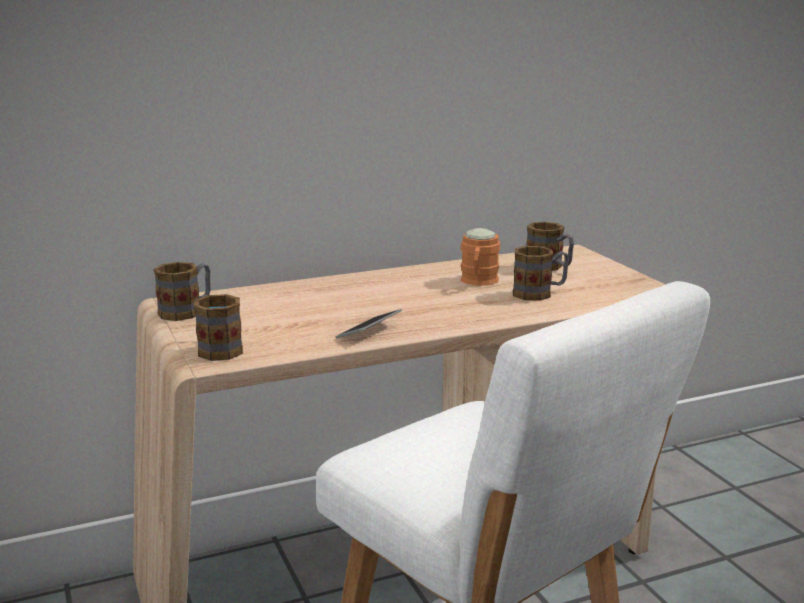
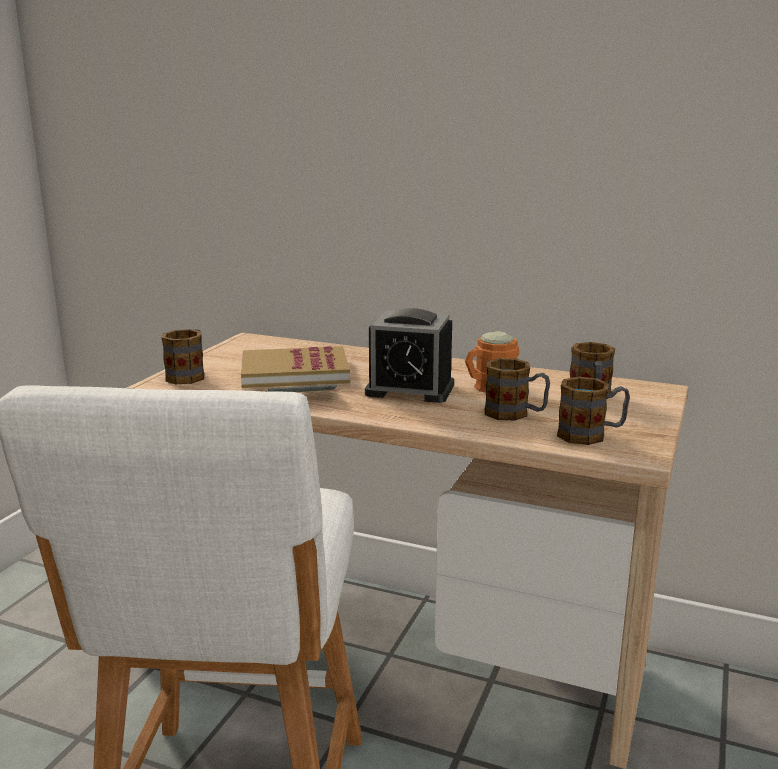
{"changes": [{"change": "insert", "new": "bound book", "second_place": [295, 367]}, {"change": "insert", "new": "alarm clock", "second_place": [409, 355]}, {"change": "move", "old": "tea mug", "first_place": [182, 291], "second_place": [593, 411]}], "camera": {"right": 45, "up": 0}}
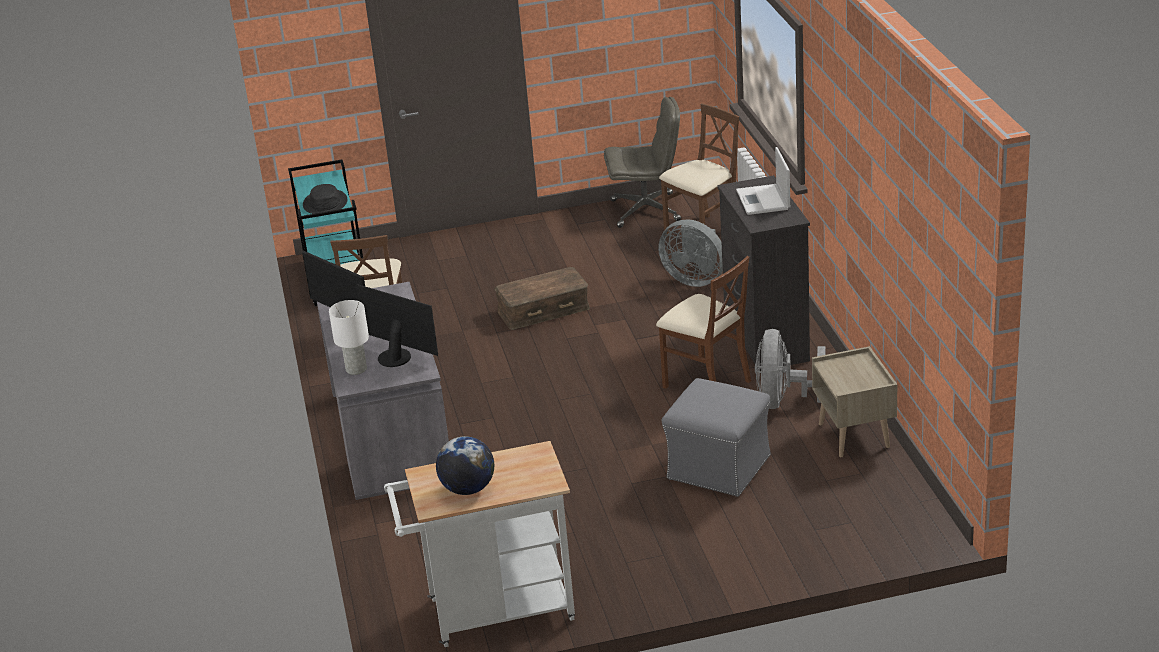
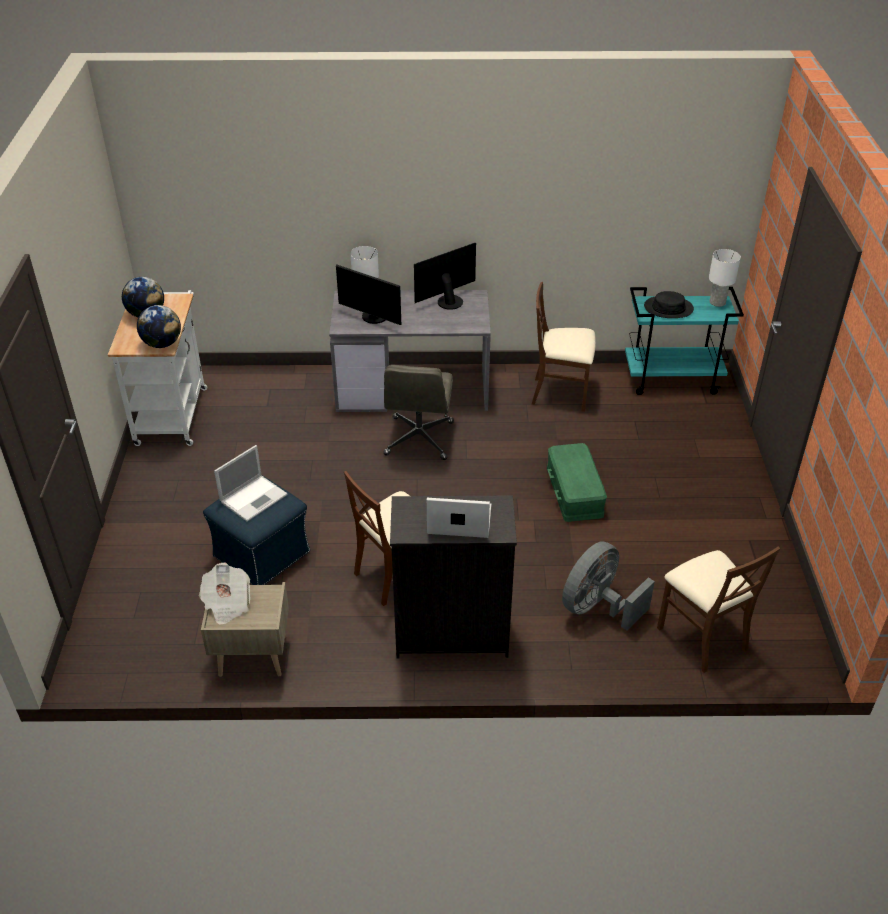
{"changes": [{"change": "insert", "new": "world globe", "second_place": [159, 326]}, {"change": "insert", "new": "newspaper", "second_place": [224, 594]}, {"change": "recolor", "old": "grey pouffe", "new": "blue pouffe", "first_place": [716, 437], "second_place": [256, 530]}, {"change": "insert", "new": "notebook computer", "second_place": [251, 483]}, {"change": "rotate", "old": "computer display", "first_place": [397, 326], "second_place": [368, 294], "degrees": 75}, {"change": "move", "old": "grey computer chair", "first_place": [642, 162], "second_place": [418, 412]}, {"change": "recolor", "old": "brown-coloured storage box", "new": "greenish storage box", "first_place": [542, 298], "second_place": [577, 482]}, {"change": "insert", "new": "white lamp for a table", "second_place": [725, 278]}, {"change": "delete", "old": "grey electric fan", "first_place": [790, 369]}], "camera": {"right": 100, "up": 10}}
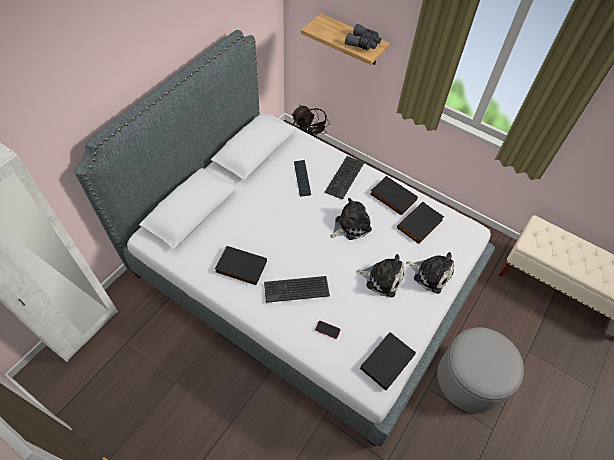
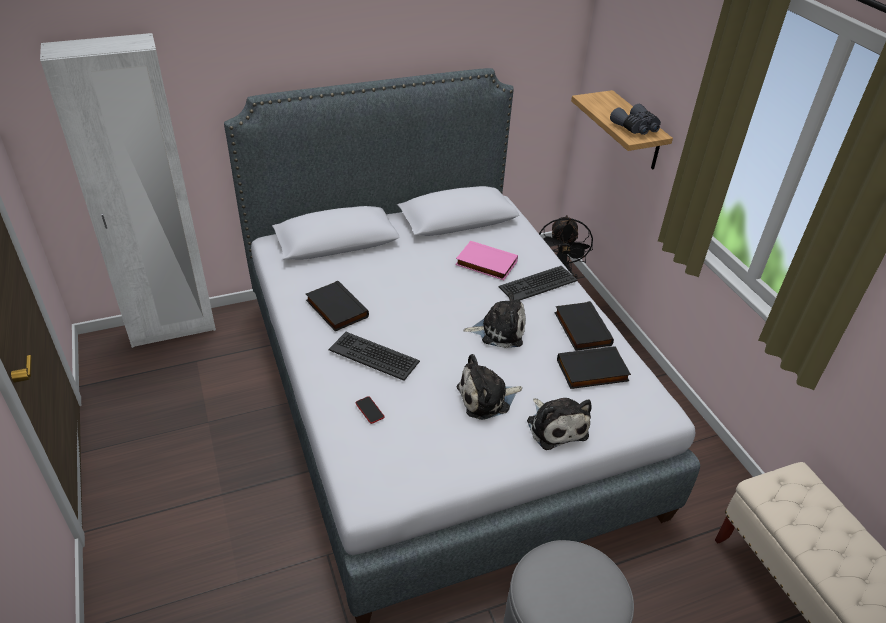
{"changes": [{"change": "replace", "old": "keyboard", "new": "pinkish bound book", "first_place": [302, 178], "second_place": [486, 260]}, {"change": "rotate", "old": "plush toy", "first_place": [380, 275], "second_place": [489, 387], "degrees": 105}, {"change": "delete", "old": "blackish bound book", "first_place": [388, 361]}], "camera": {"right": 35, "up": -15}}
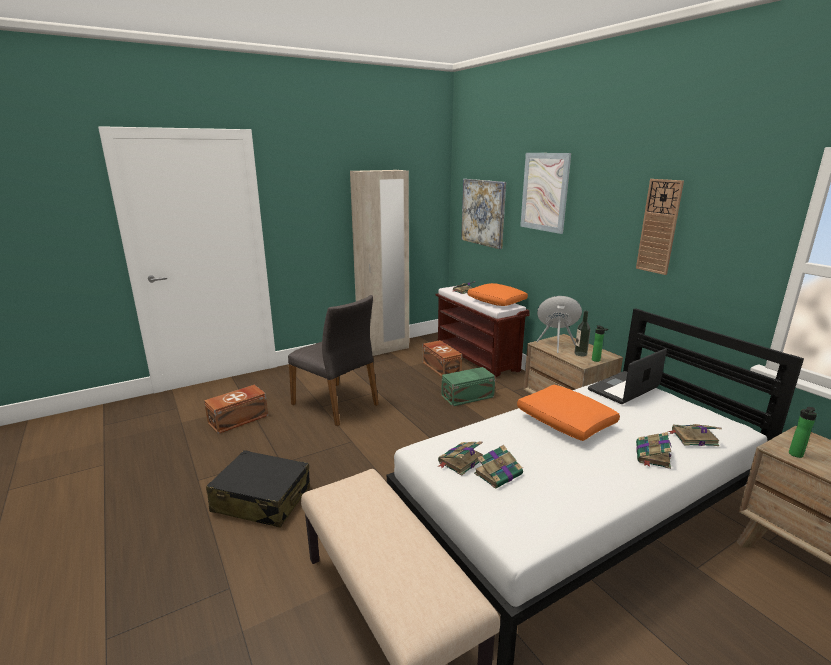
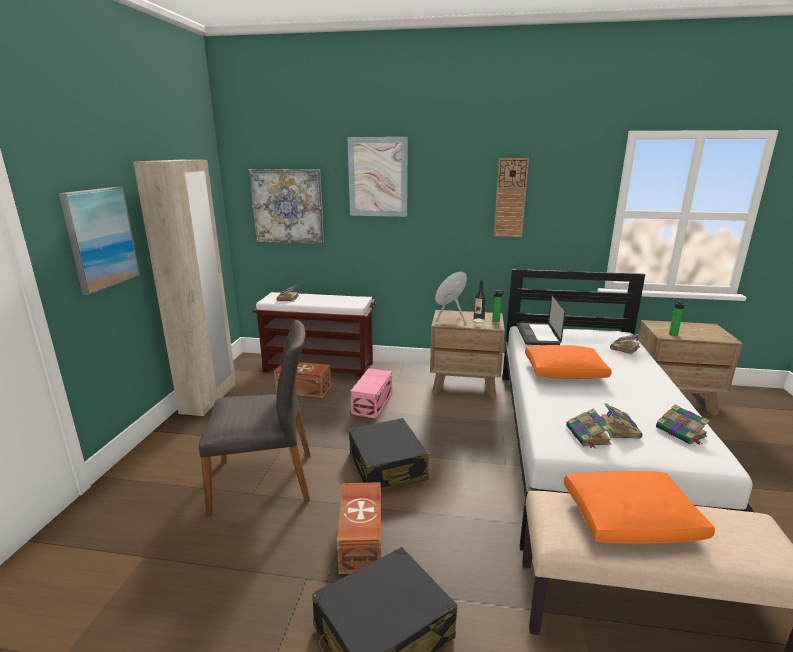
{"changes": [{"change": "insert", "new": "wall art", "second_place": [99, 241]}, {"change": "move", "old": "brown-coloured storage box", "first_place": [236, 409], "second_place": [359, 528]}, {"change": "insert", "new": "blackish suitcase", "second_place": [389, 454]}, {"change": "recolor", "old": "greenish storage box", "new": "pinkish storage box", "first_place": [468, 387], "second_place": [371, 393]}, {"change": "move", "old": "orange throw pillow", "first_place": [497, 294], "second_place": [639, 507]}, {"change": "move", "old": "bound book", "first_place": [654, 450], "second_place": [683, 425]}], "camera": {"right": -50, "up": 0}}
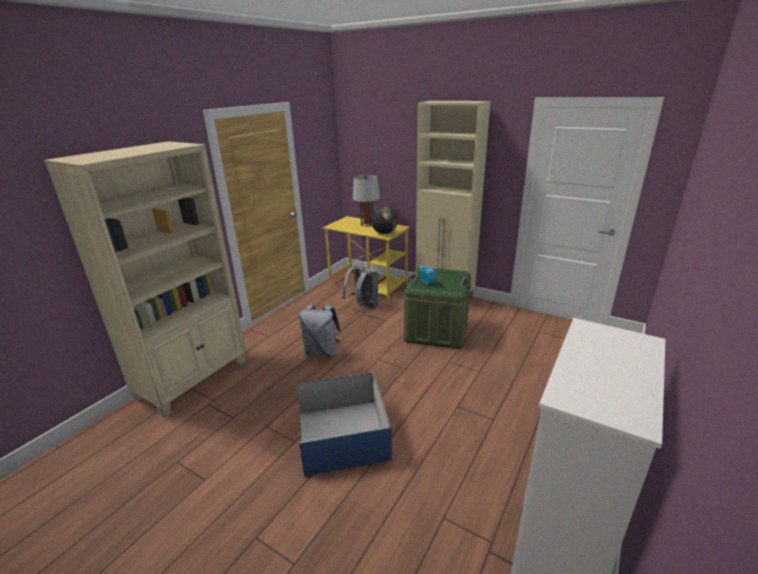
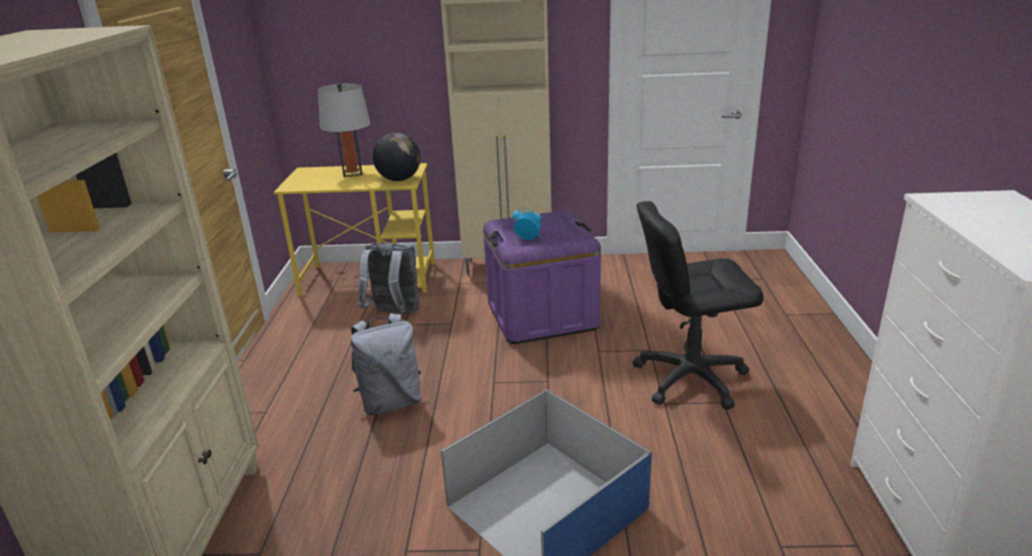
{"changes": [{"change": "recolor", "old": "greenish storage box", "new": "purplish storage box", "first_place": [437, 308], "second_place": [542, 277]}, {"change": "insert", "new": "blackish computer chair", "second_place": [698, 305]}], "camera": {"right": -30, "up": 0}}
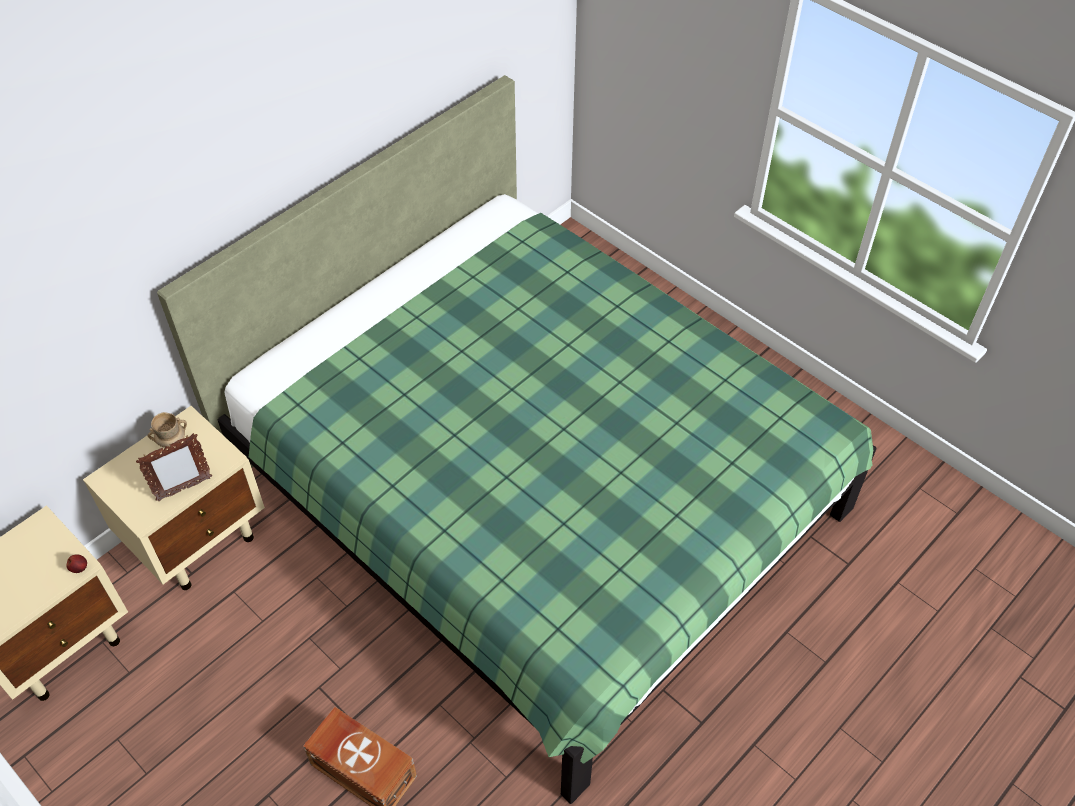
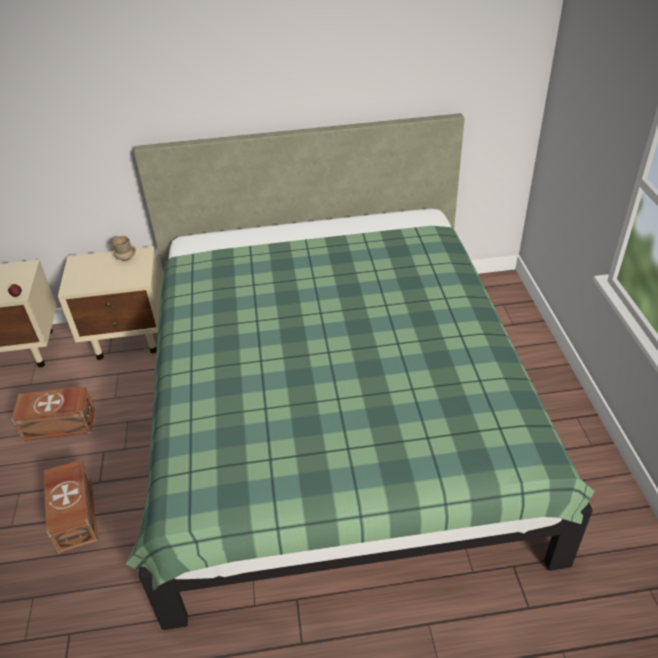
{"changes": [{"change": "insert", "new": "brown-coloured storage box", "second_place": [53, 413]}, {"change": "delete", "old": "photo frame", "first_place": [174, 467]}], "camera": {"right": 40, "up": -10}}
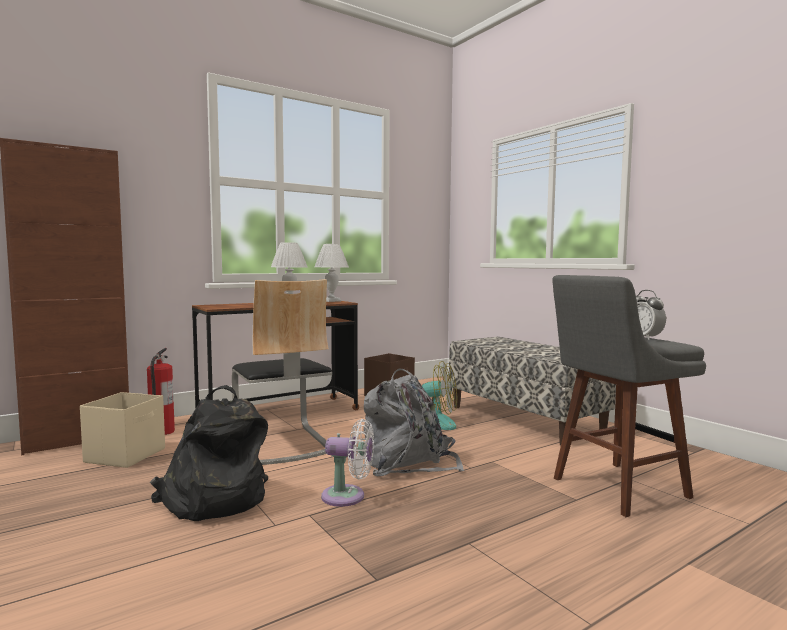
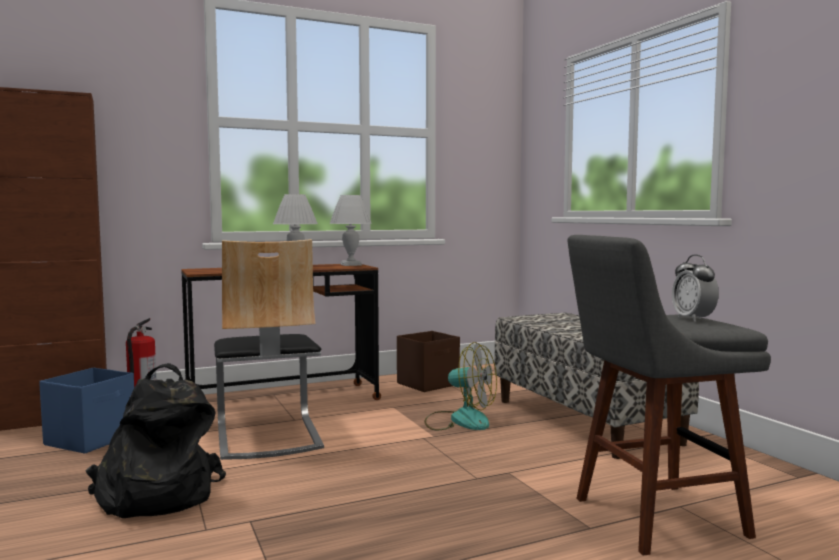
{"changes": [{"change": "recolor", "old": "beige storage box", "new": "blue storage box", "first_place": [122, 430], "second_place": [86, 411]}, {"change": "delete", "old": "white electric fan", "first_place": [347, 463]}, {"change": "delete", "old": "grey backpack", "first_place": [413, 422]}], "camera": {"right": 10, "up": 0}}
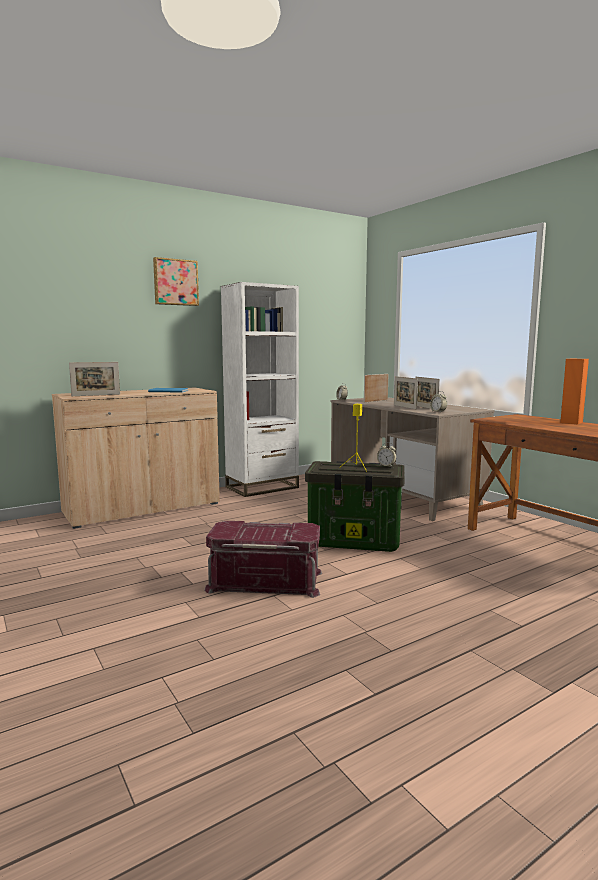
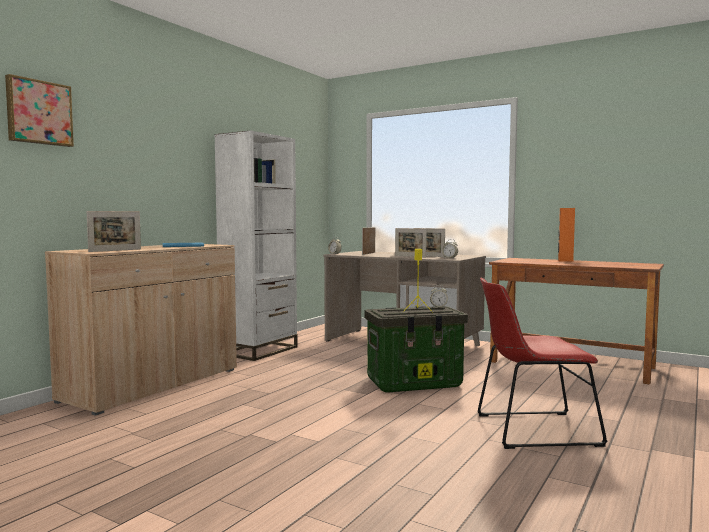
{"changes": [{"change": "move", "old": "wall art", "first_place": [176, 281], "second_place": [39, 110]}, {"change": "insert", "new": "red plain chair", "second_place": [542, 363]}, {"change": "delete", "old": "red storage box", "first_place": [263, 559]}], "camera": {"right": -25, "up": -5}}
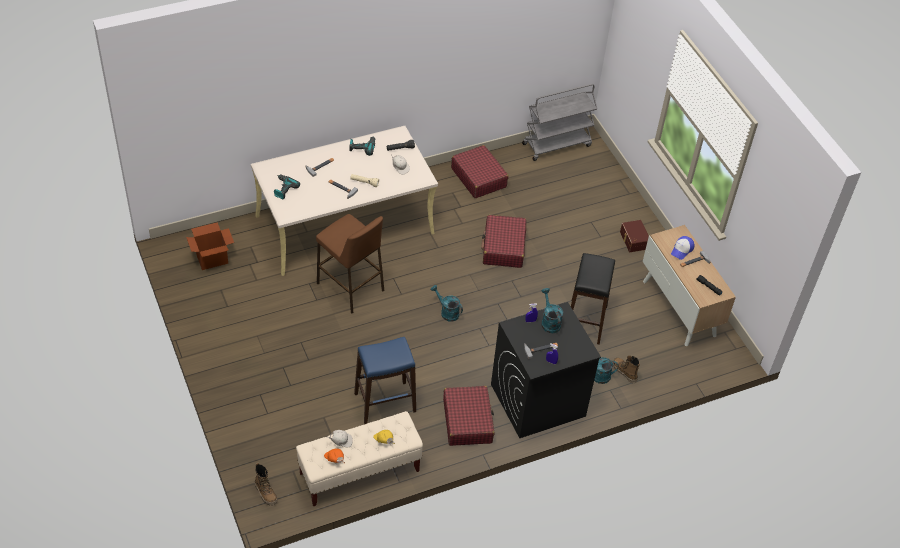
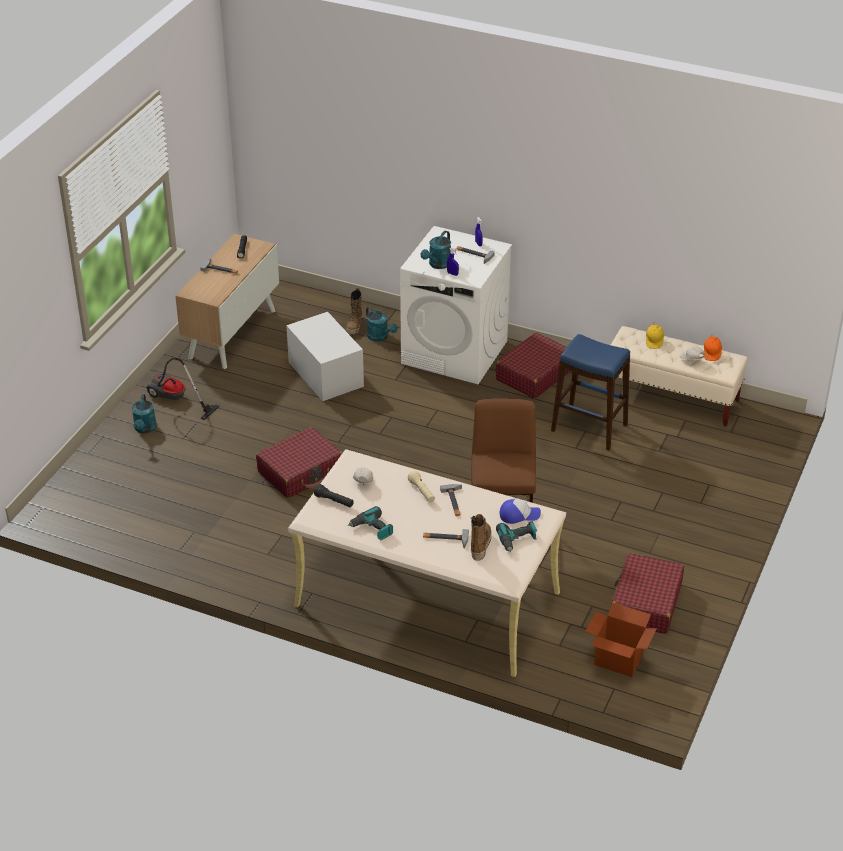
{"changes": [{"change": "move", "old": "turquoise sprinkling can", "first_place": [447, 303], "second_place": [144, 414]}, {"change": "replace", "old": "brown-coloured storage box", "new": "hoover", "first_place": [634, 236], "second_place": [183, 388]}, {"change": "replace", "old": "blackish stool seat", "new": "white storage box", "first_place": [593, 299], "second_place": [325, 356]}, {"change": "recolor", "old": "blackish washing machine", "new": "white washing machine", "first_place": [546, 370], "second_place": [456, 305]}, {"change": "move", "old": "high-top boot", "first_place": [266, 484], "second_place": [481, 537]}, {"change": "move", "old": "baseball cap", "first_place": [683, 248], "second_place": [520, 511]}, {"change": "move", "old": "red suitcase", "first_place": [480, 171], "second_place": [648, 593]}, {"change": "delete", "old": "grey cart", "first_place": [560, 122]}], "camera": {"right": -130, "up": -10}}
